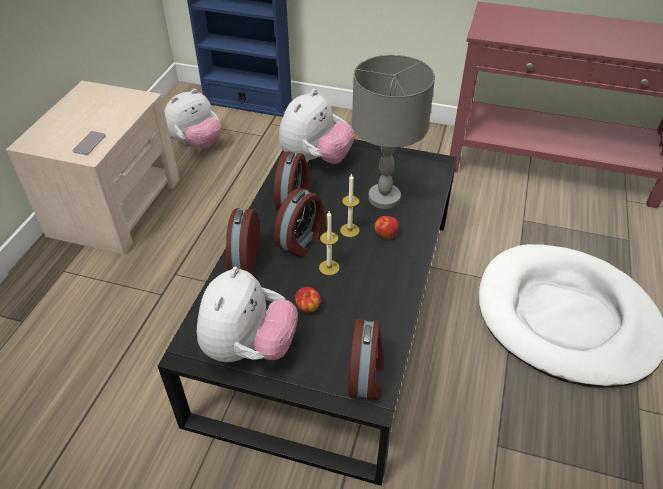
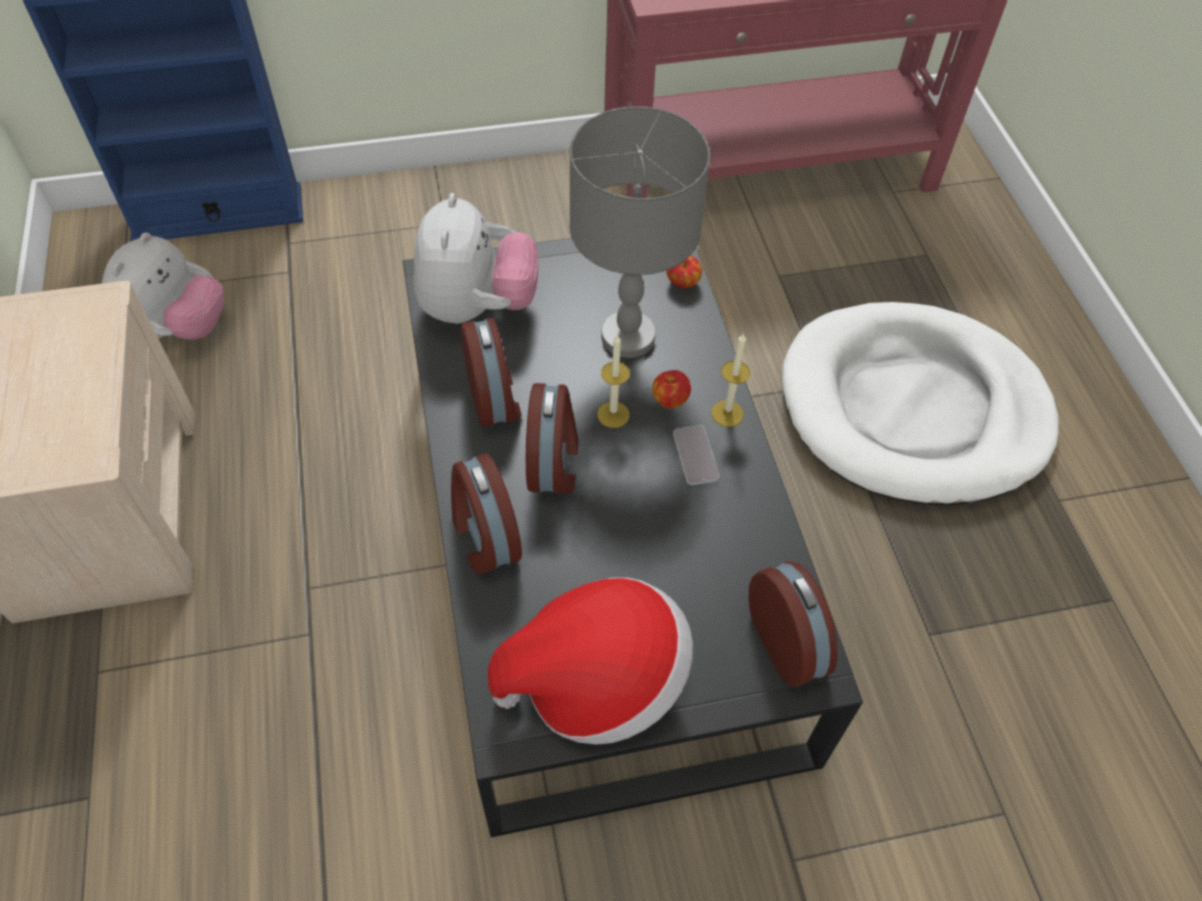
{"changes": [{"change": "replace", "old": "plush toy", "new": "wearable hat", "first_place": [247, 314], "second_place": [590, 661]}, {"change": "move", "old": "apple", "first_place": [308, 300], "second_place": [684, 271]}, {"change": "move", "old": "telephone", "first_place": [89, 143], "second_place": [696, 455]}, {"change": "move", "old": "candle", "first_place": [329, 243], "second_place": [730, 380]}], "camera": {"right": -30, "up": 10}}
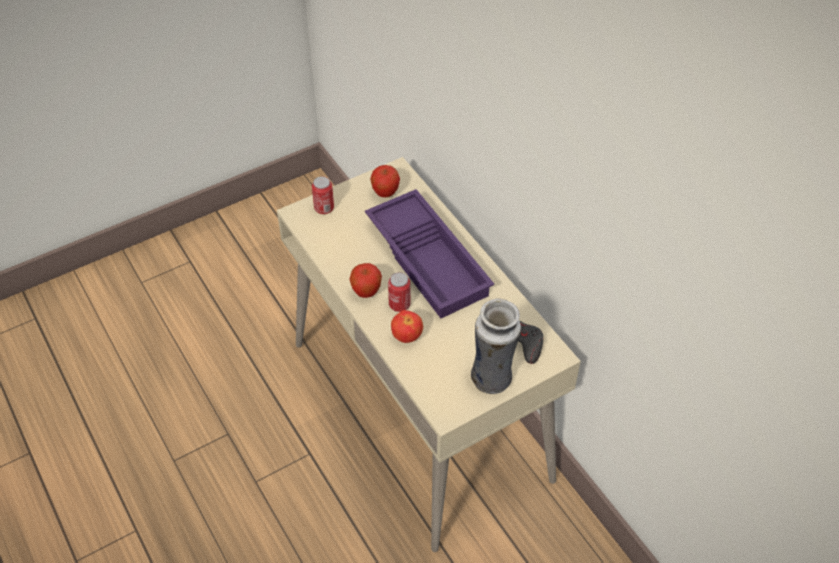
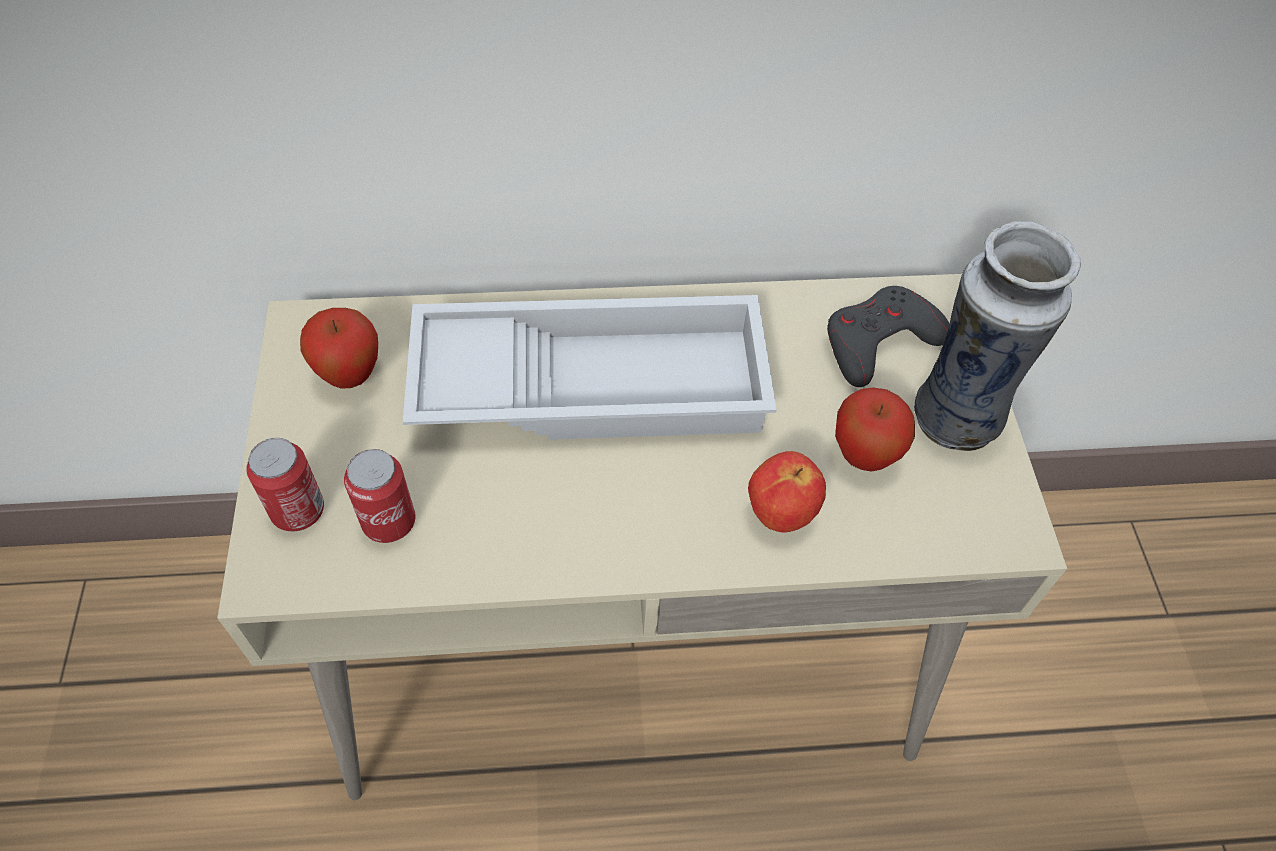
{"changes": [{"change": "move", "old": "sealed can", "first_place": [399, 292], "second_place": [379, 496]}, {"change": "recolor", "old": "purplish serving tray", "new": "white serving tray", "first_place": [429, 253], "second_place": [590, 367]}, {"change": "move", "old": "apple", "first_place": [365, 280], "second_place": [875, 429]}], "camera": {"right": -65, "up": 5}}
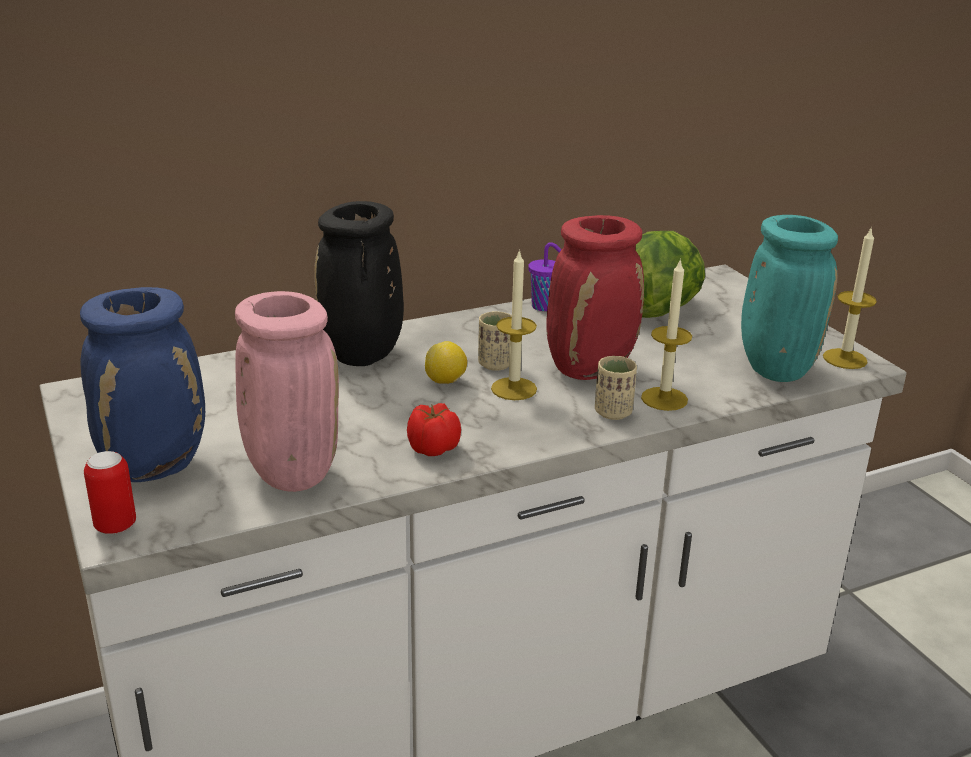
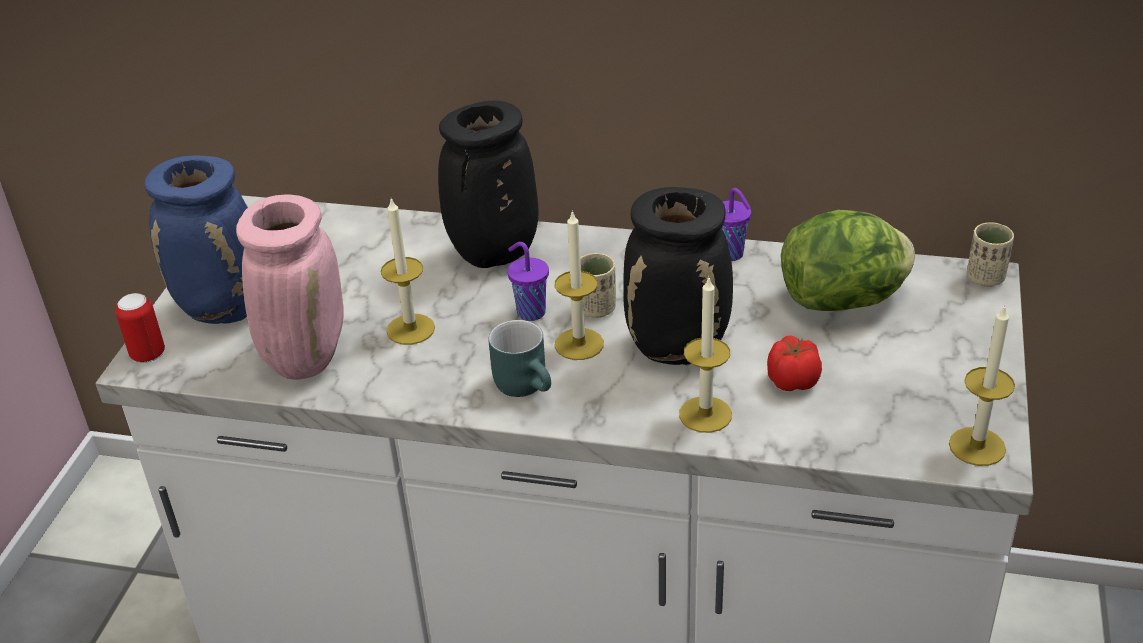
{"changes": [{"change": "insert", "new": "candle", "second_place": [408, 271]}, {"change": "insert", "new": "turquoise tea mug", "second_place": [519, 358]}, {"change": "replace", "old": "whole lemon", "new": "purplish cup", "first_place": [446, 362], "second_place": [528, 281]}, {"change": "recolor", "old": "red decorative vase", "new": "blackish decorative vase", "first_place": [595, 297], "second_place": [678, 276]}, {"change": "move", "old": "tomato", "first_place": [434, 429], "second_place": [794, 363]}, {"change": "move", "old": "beige cup", "first_place": [616, 388], "second_place": [990, 254]}, {"change": "delete", "old": "turquoise decorative vase", "first_place": [789, 298]}], "camera": {"right": 40, "up": 10}}
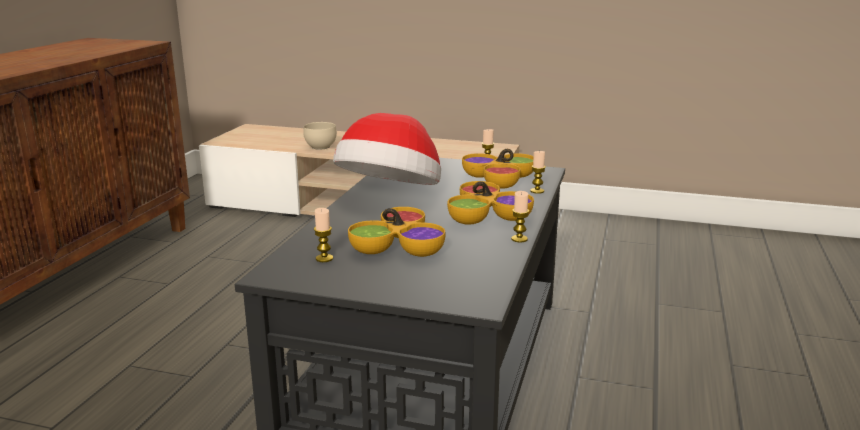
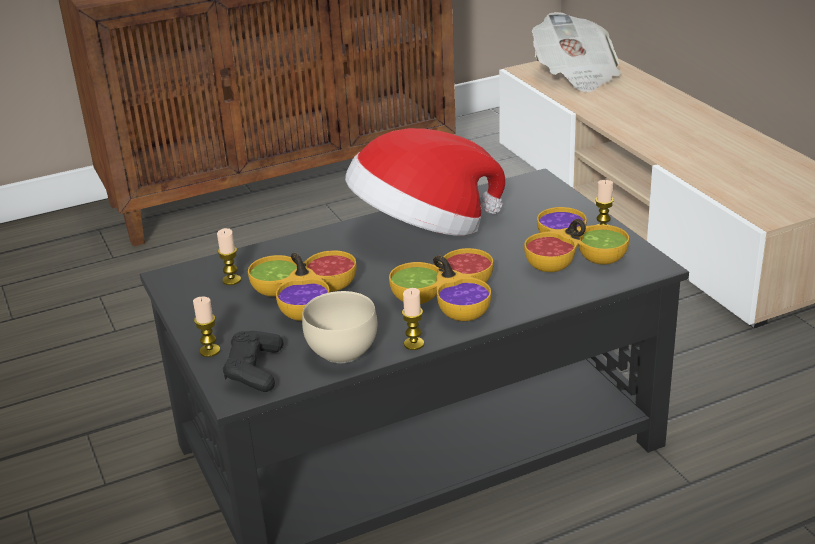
{"changes": [{"change": "move", "old": "candle", "first_place": [538, 172], "second_place": [206, 327]}, {"change": "insert", "new": "blackish joypad", "second_place": [253, 361]}, {"change": "move", "old": "beige serving bowl", "first_place": [320, 136], "second_place": [340, 327]}, {"change": "insert", "new": "newspaper", "second_place": [576, 52]}], "camera": {"right": 50, "up": 10}}
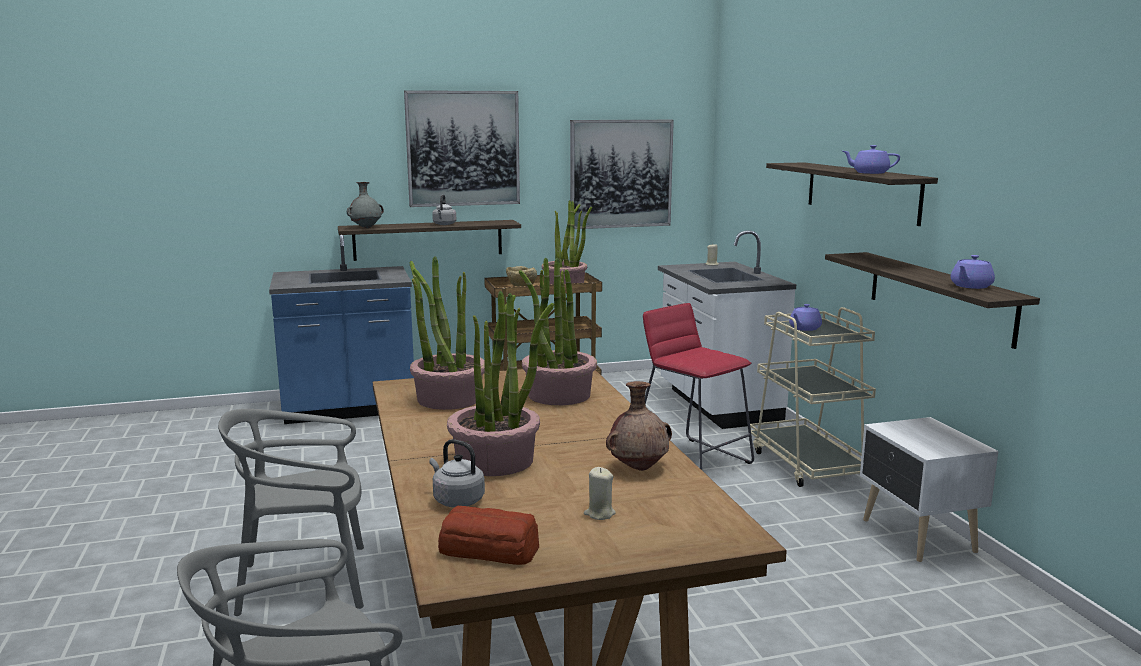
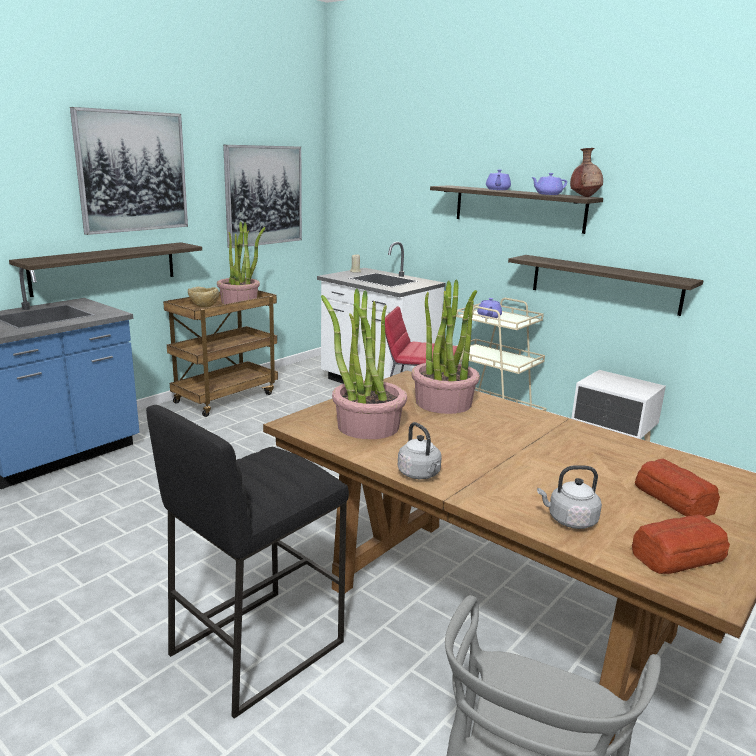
{"changes": [{"change": "replace", "old": "grey plain chair", "new": "blackish stool seat", "first_place": [291, 512], "second_place": [247, 562]}, {"change": "move", "old": "grey tea kettle", "first_place": [444, 209], "second_place": [420, 450]}, {"change": "move", "old": "purplish teapot", "first_place": [973, 272], "second_place": [498, 180]}, {"change": "move", "old": "brown-coloured decorative vase", "first_place": [639, 426], "second_place": [586, 172]}, {"change": "replace", "old": "beige candle", "new": "baked bread", "first_place": [600, 493], "second_place": [677, 488]}, {"change": "delete", "old": "grey decorative vase", "first_place": [365, 205]}, {"change": "delete", "old": "potted plant", "first_place": [500, 383]}], "camera": {"right": -35, "up": 5}}
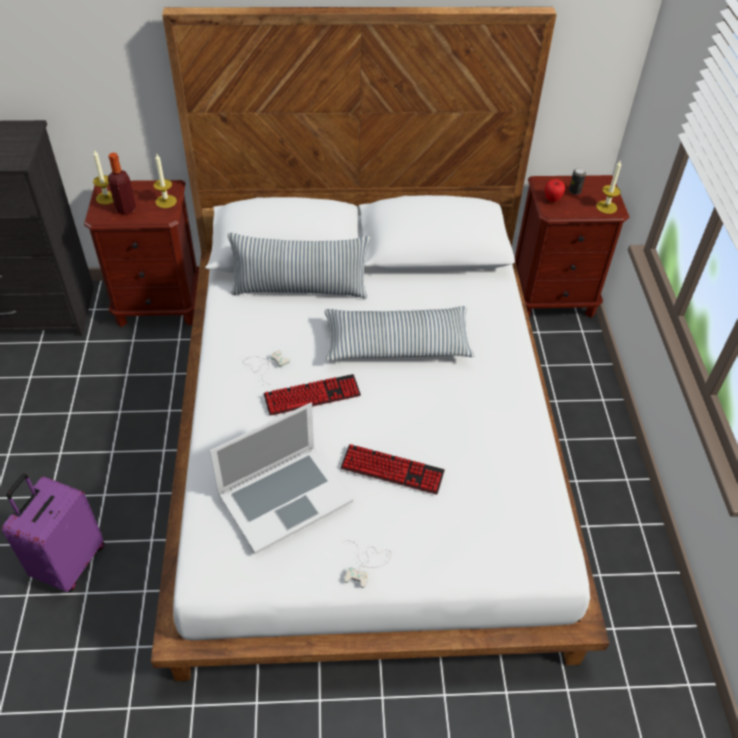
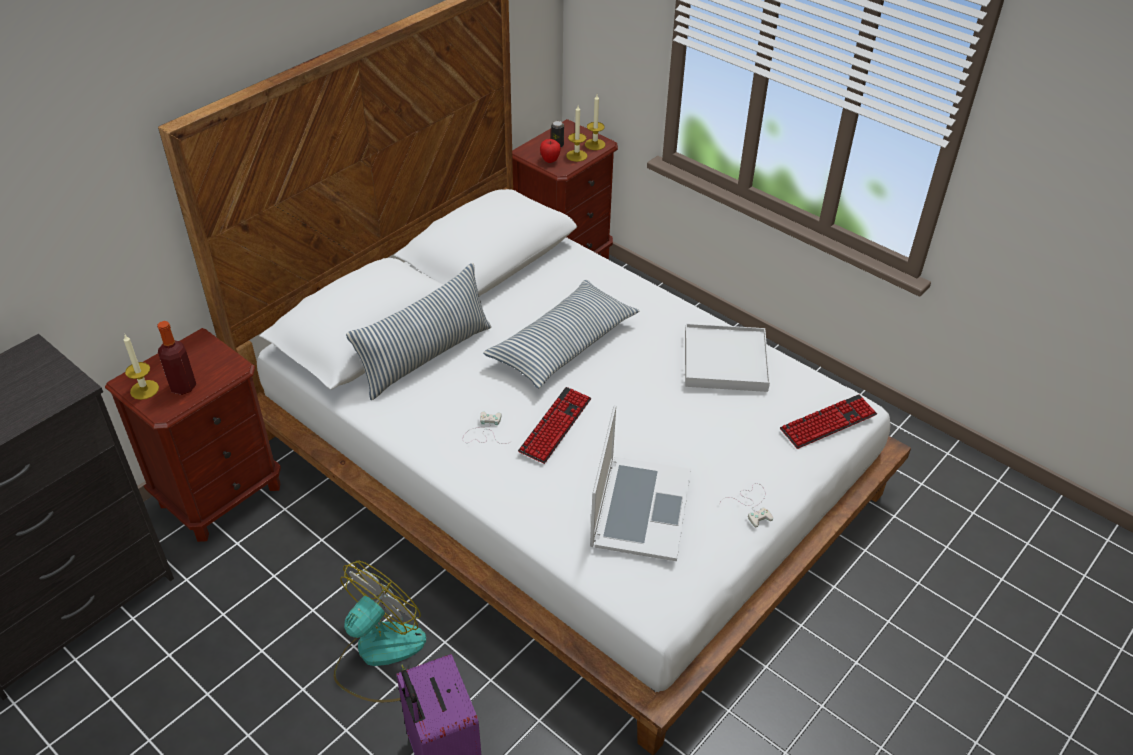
{"changes": [{"change": "insert", "new": "electric fan", "second_place": [380, 631]}, {"change": "move", "old": "candle", "first_place": [165, 181], "second_place": [576, 134]}, {"change": "insert", "new": "white serving tray", "second_place": [727, 357]}, {"change": "move", "old": "keyboard", "first_place": [392, 469], "second_place": [828, 421]}], "camera": {"right": -45, "up": -5}}
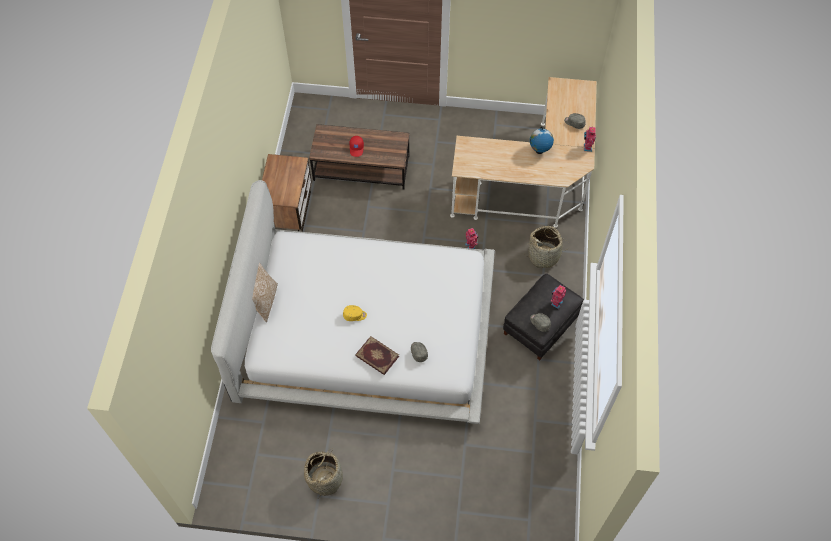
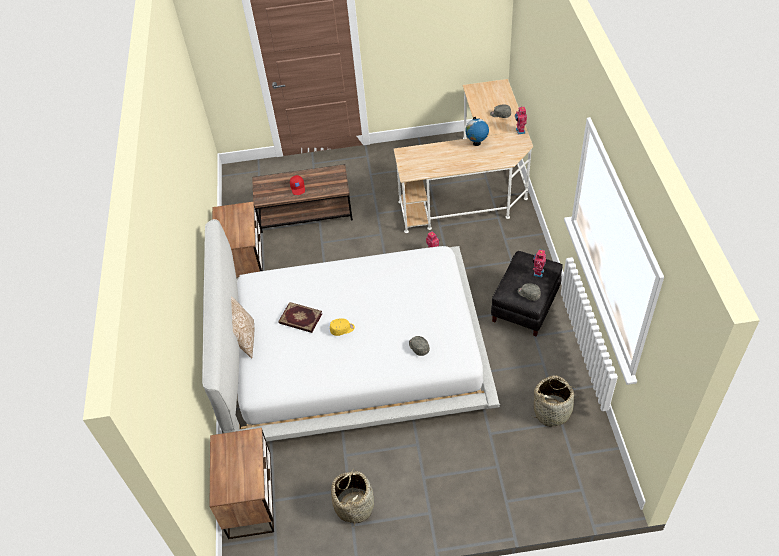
{"changes": [{"change": "insert", "new": "nightstand", "second_place": [242, 483]}, {"change": "move", "old": "bound book", "first_place": [377, 355], "second_place": [300, 317]}, {"change": "move", "old": "household basket", "first_place": [547, 247], "second_place": [555, 401]}], "camera": {"right": -10, "up": -10}}
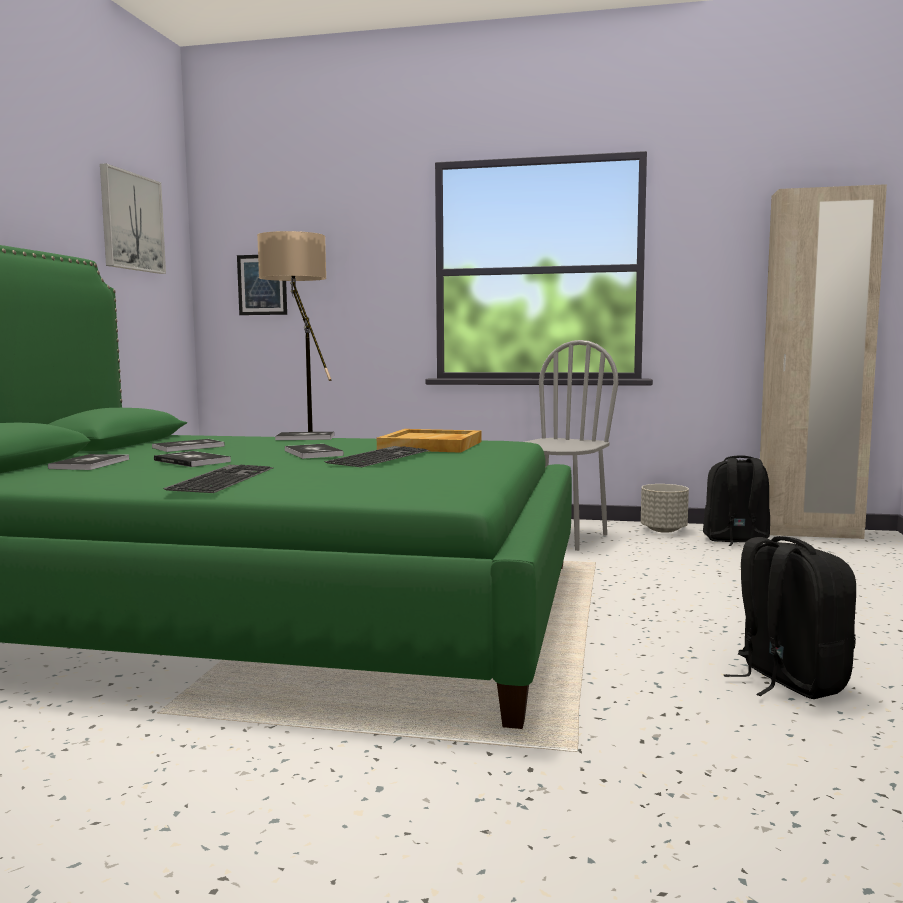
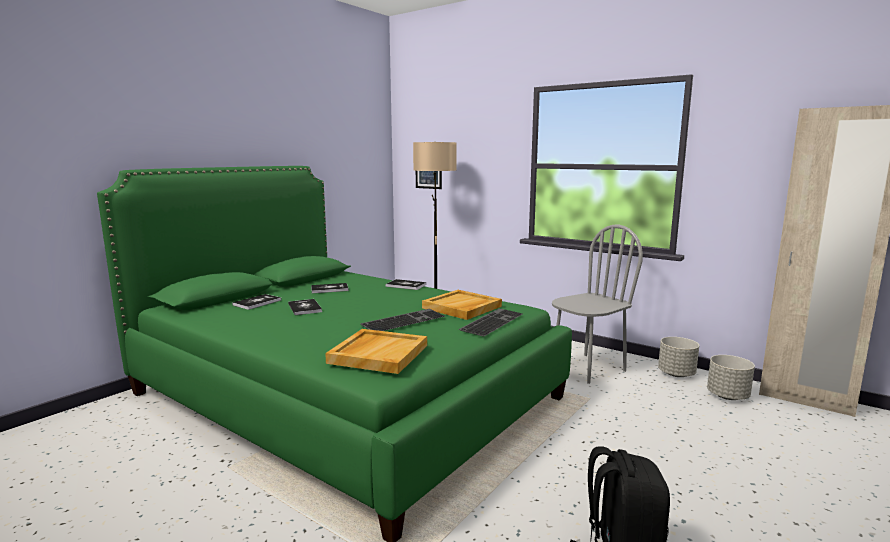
{"changes": [{"change": "insert", "new": "beige serving tray", "second_place": [376, 351]}, {"change": "move", "old": "keyboard", "first_place": [218, 479], "second_place": [490, 322]}, {"change": "replace", "old": "blackish backpack", "new": "grey flower pot", "first_place": [736, 501], "second_place": [731, 377]}, {"change": "delete", "old": "wall art", "first_place": [133, 218]}, {"change": "delete", "old": "bound book", "first_place": [314, 451]}], "camera": {"right": 25, "up": 5}}
